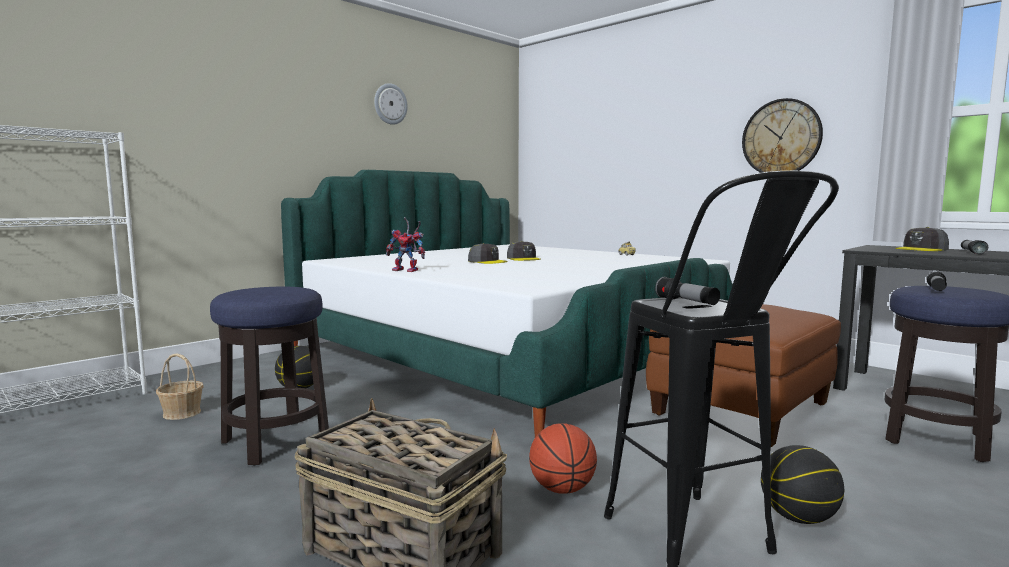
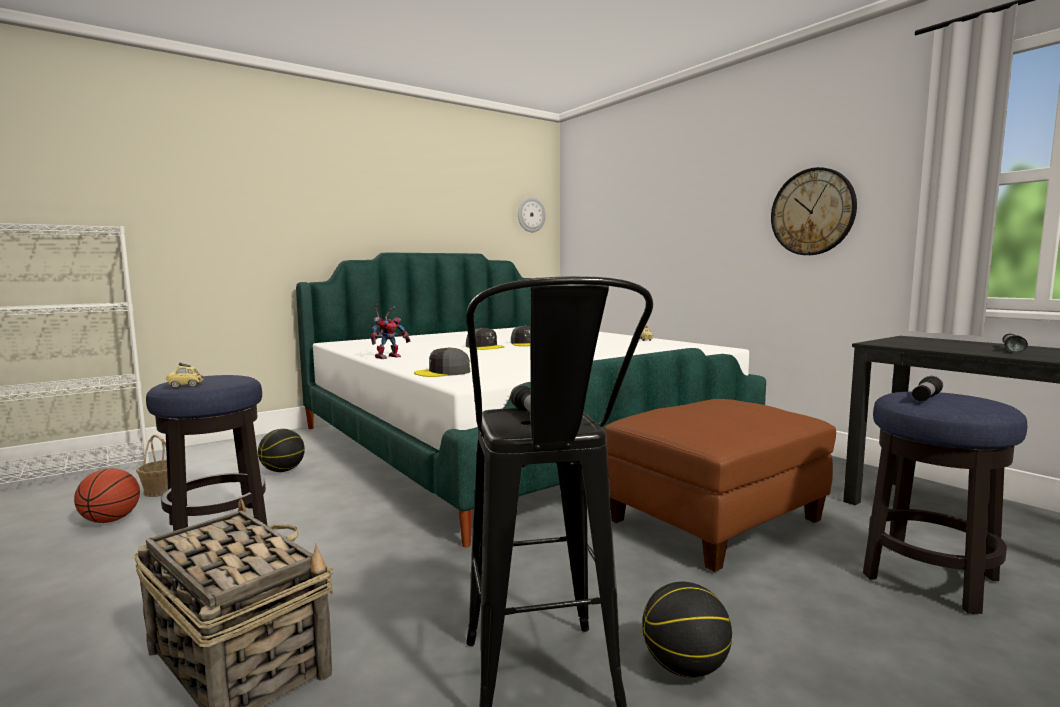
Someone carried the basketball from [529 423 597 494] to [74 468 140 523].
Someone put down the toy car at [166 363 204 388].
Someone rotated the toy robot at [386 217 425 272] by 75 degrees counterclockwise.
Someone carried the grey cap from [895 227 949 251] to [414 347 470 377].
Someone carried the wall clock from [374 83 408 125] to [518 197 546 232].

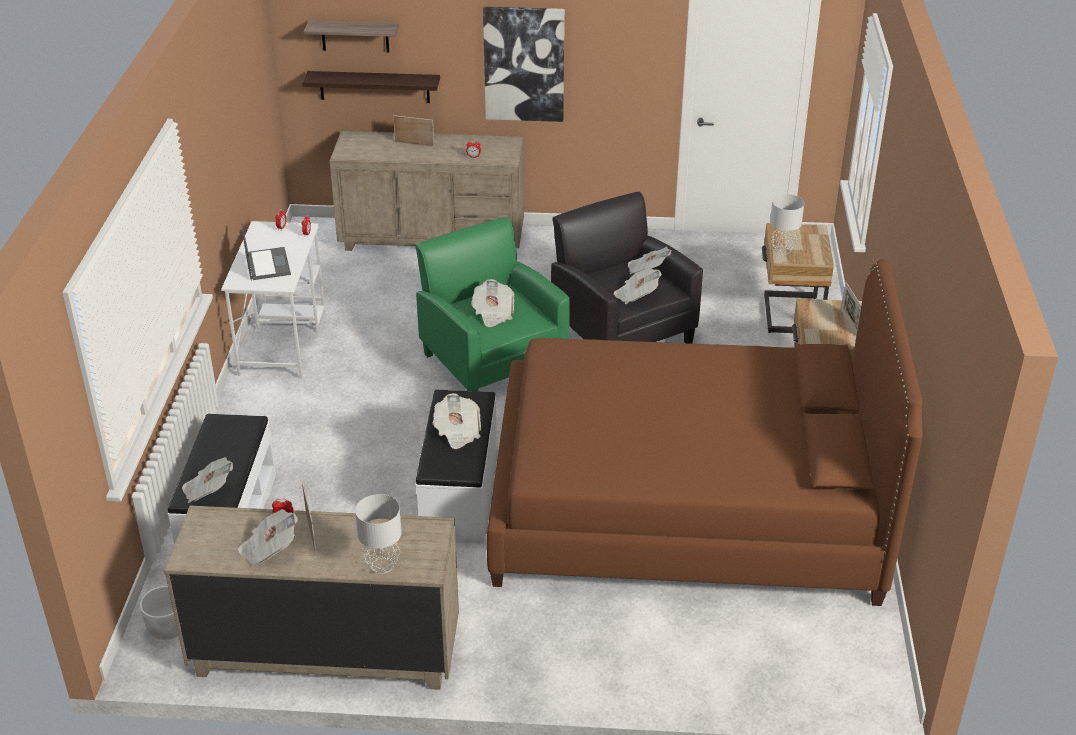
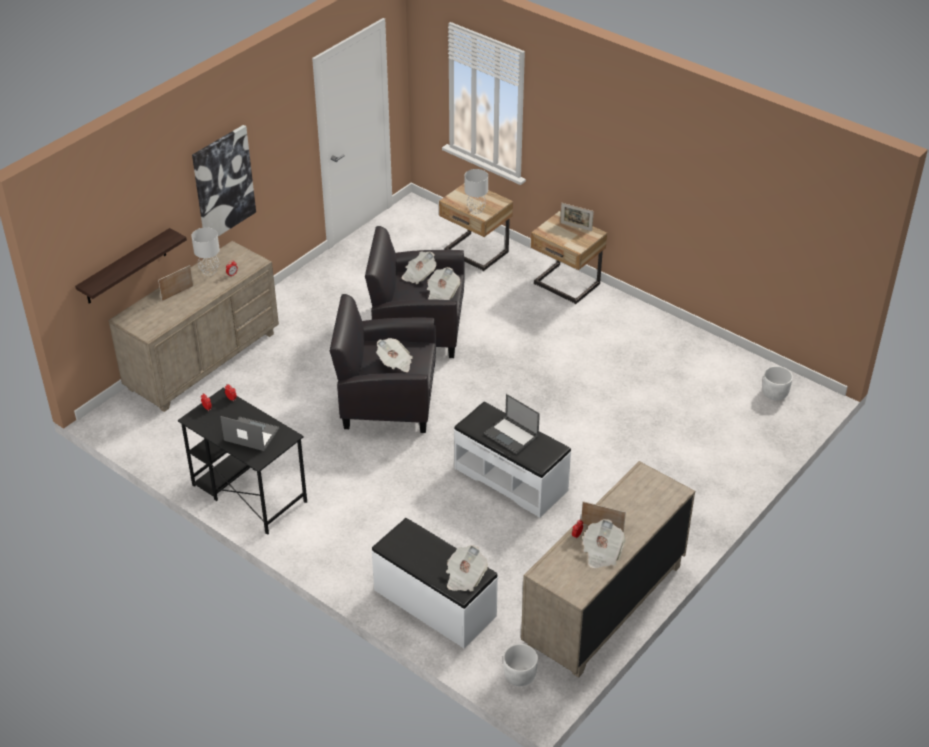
Someone repainted the white desk at [221 221 325 379], which became the black desk at [178 388 307 535].
Someone carried the grey table lamp from [355 494 402 574] to [191 227 220 275].
Someone repainted the green armchair at [415 217 569 391], which became the black armchair at [330 294 436 433].
Someone swapped the newspaper at [433 393 481 449] for the laptop at [484 394 540 454].
Someone put down the white planter at [763 366 793 400].
Someone took away the shelf at [304 21 399 53].
Someone took away the brown bed at [486 259 923 606].

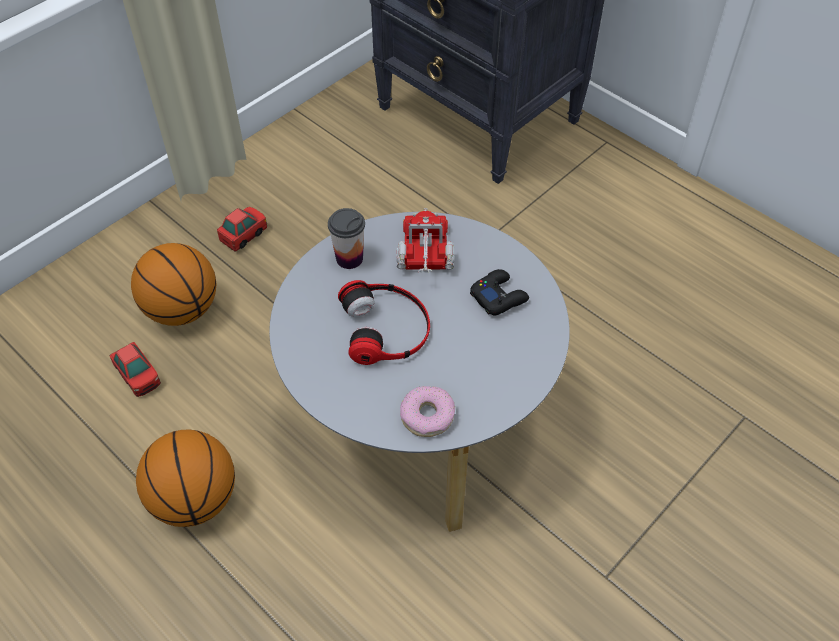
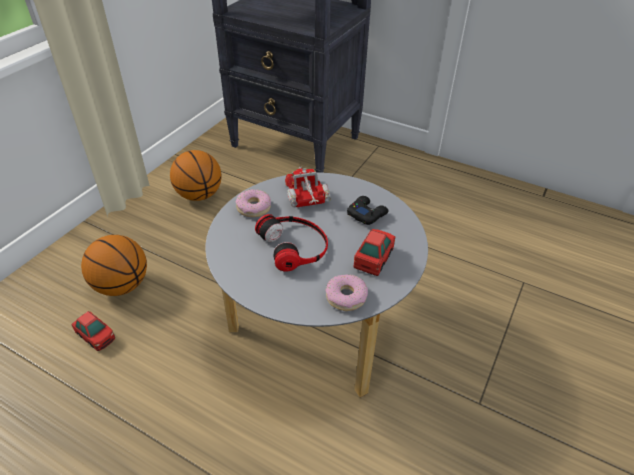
Someone carried the basketball from [136 429 235 527] to [170 150 222 201].
Someone swapped the cup at [328 208 365 269] for the donut at [236 189 271 217].
Someone carried the toy car from [217 207 267 252] to [354 229 395 276].

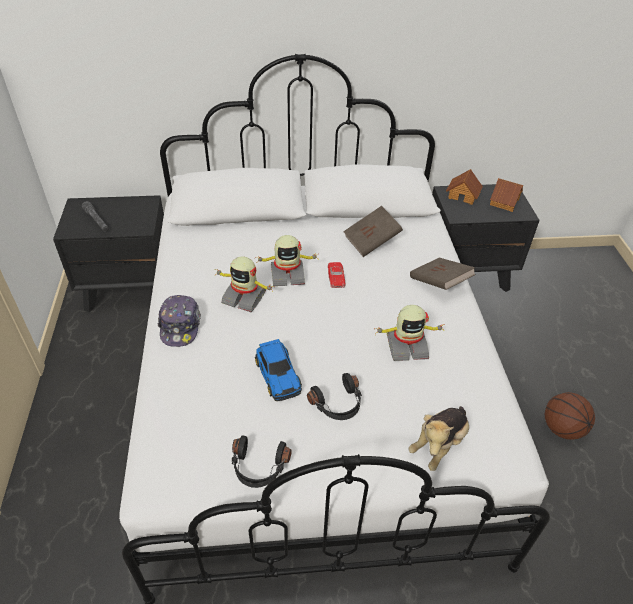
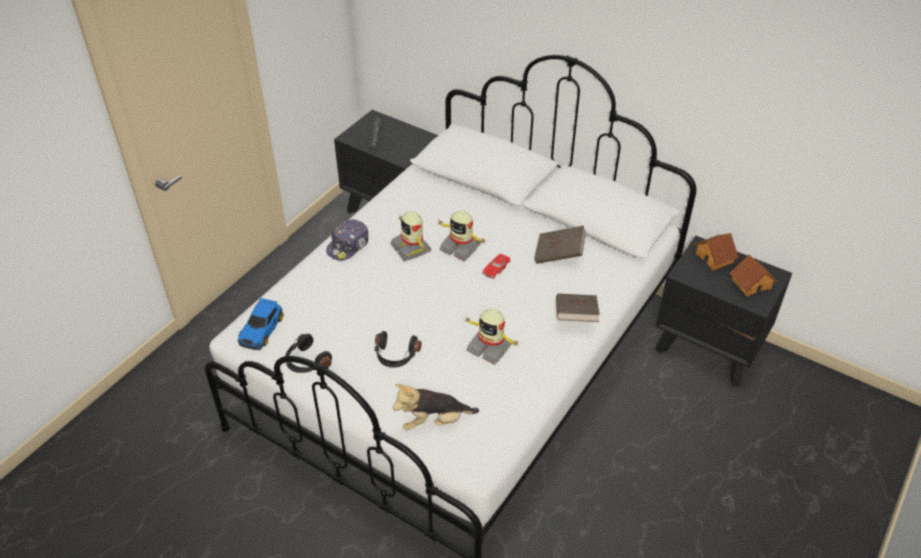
Someone carried the toy car from [255 339 302 401] to [238 298 284 350].
Someone took away the basketball at [545 392 595 440].

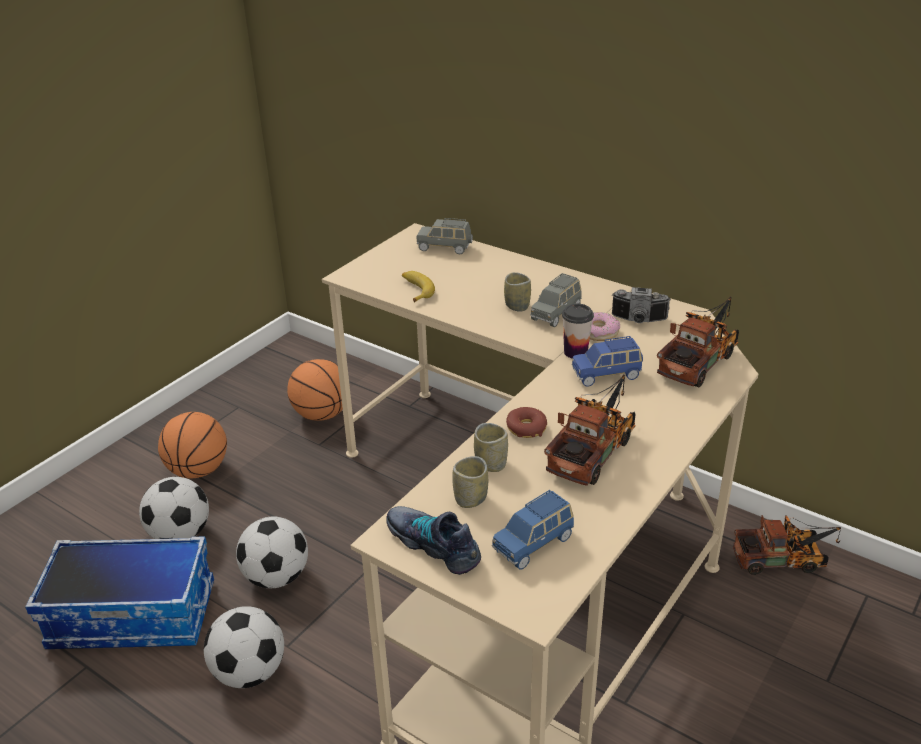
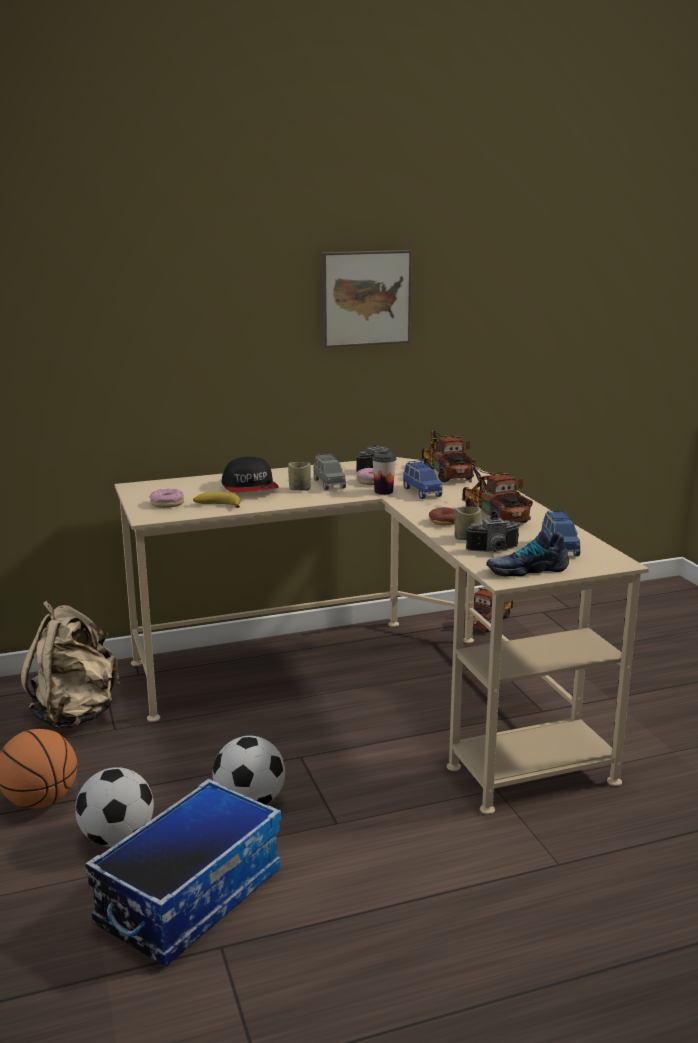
Someone swapped the basketball at [287 359 343 421] for the beige backpack at [20 600 120 728].
Someone put down the donut at [150 489 184 508].
Someone put down the cap at [222 456 279 493].
Someone put up the picture at [321 250 412 347].
Someone rotated the blue toy car at [572 336 643 387] by 45 degrees counterclockwise.
Someone swapped the cup at [452 456 488 508] for the photo camera at [466 518 520 552].
Someone took away the football at [204 606 284 688].
Someone took away the grey toy car at [417 218 473 254].

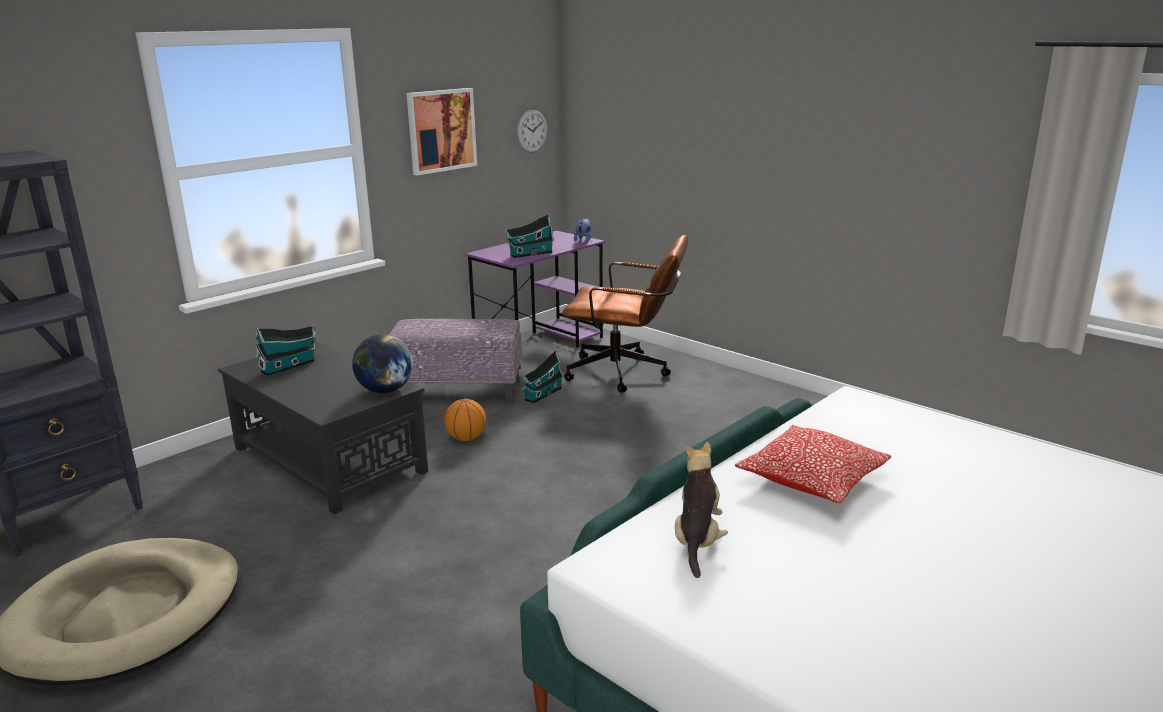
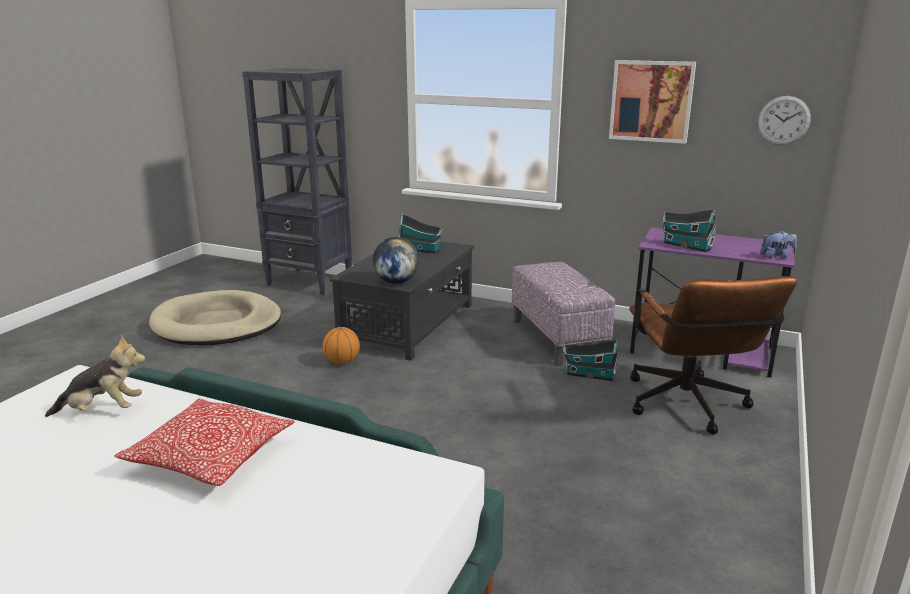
Someone carried the basketball from [444 399 486 441] to [323 327 360 364].

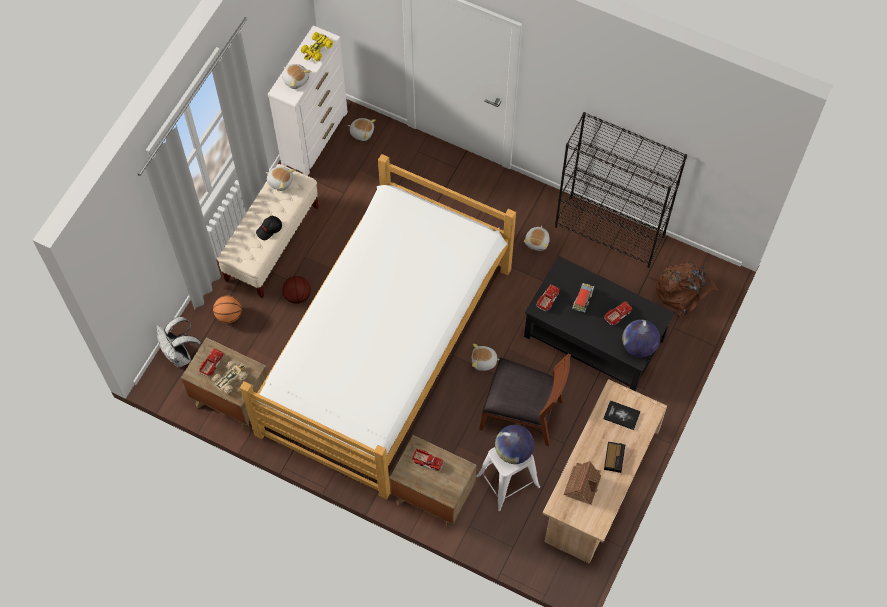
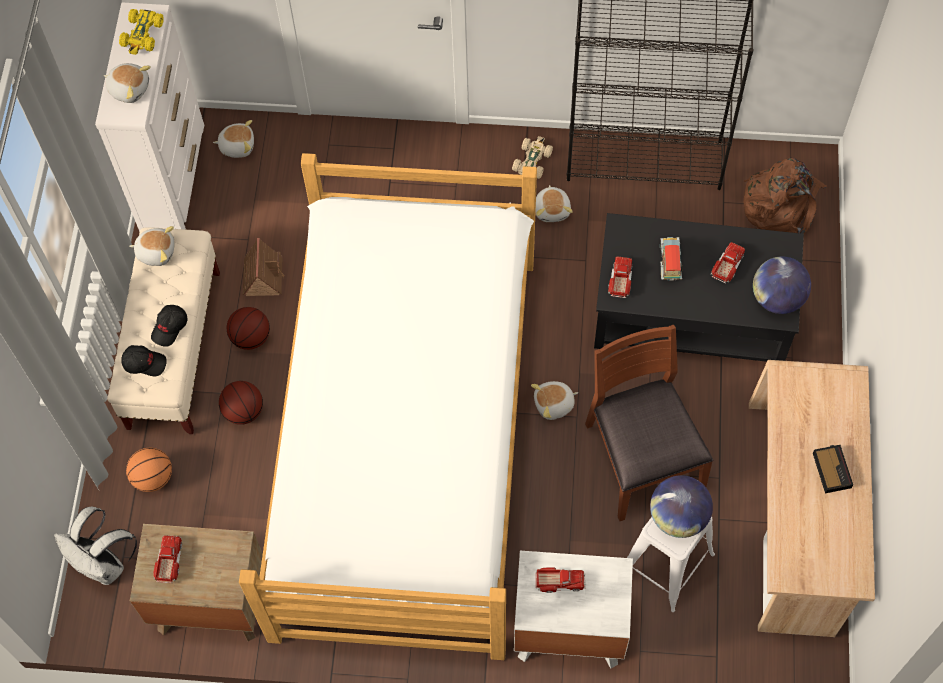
Someone put down the black cap at [121 345 167 376].
Someone put down the basketball at [227 307 270 350].
Someone carried the toy house from [564 461 601 504] to [243 238 284 296].
Someone carried the beige toy car from [212 361 247 394] to [512 136 553 179].
Someone repainted the brown nightstand at [389 435 476 529], which became the white nightstand at [514 551 633 668].
Someone rotated the brown chair at [479 354 571 446] by 105 degrees counterclockwise.
Someone took away the book at [603 400 641 430].

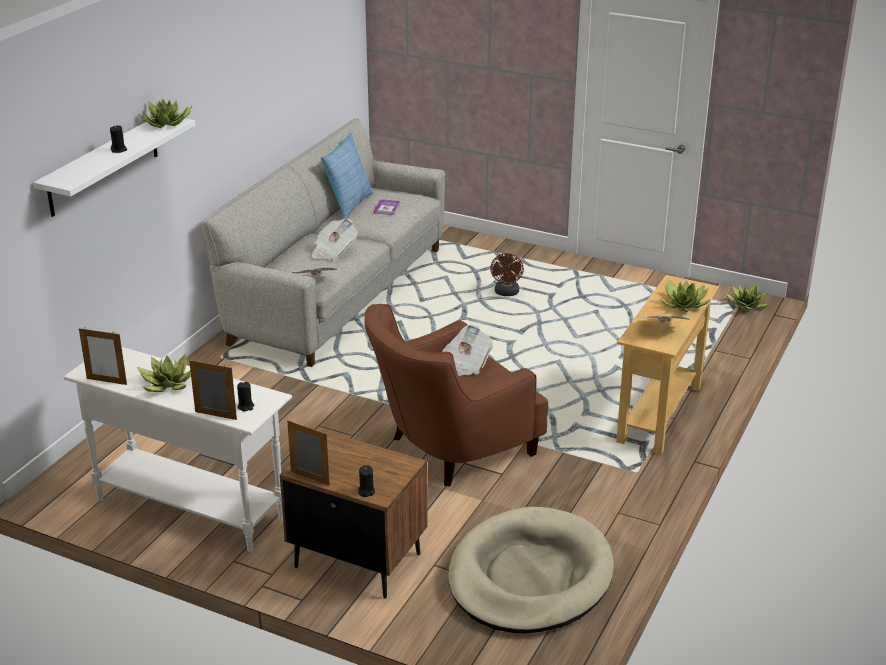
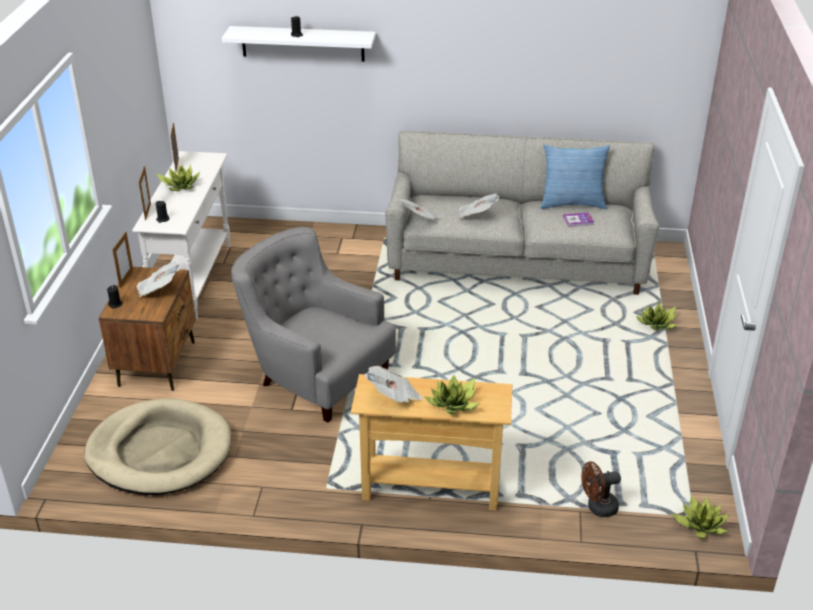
Someone carried the newspaper from [442 325 493 376] to [137 261 180 297].
Someone repainted the brown armchair at [365 304 548 487], which became the grey armchair at [231 227 396 423].
Someone carried the brown fan from [490 253 524 296] to [581 462 621 517].
Someone carried the potted plant from [138 99 193 128] to [636 303 679 330].

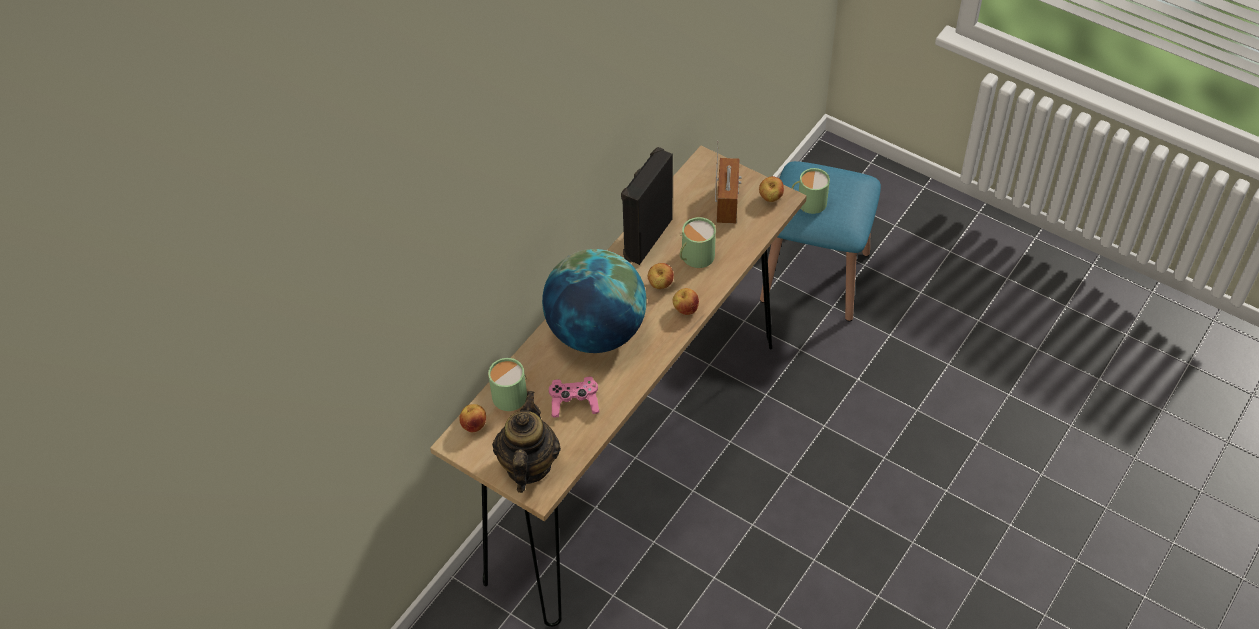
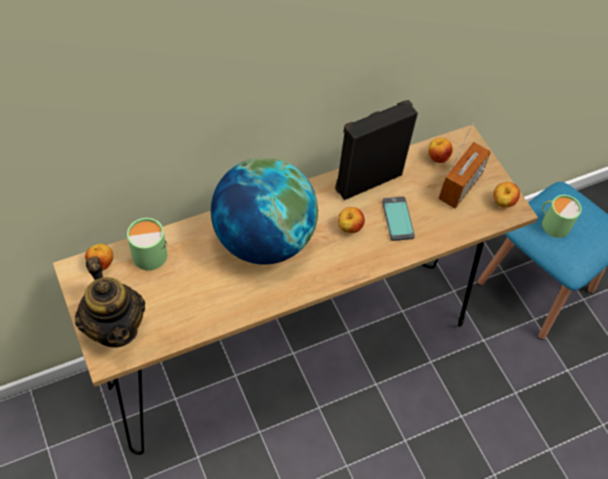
Someone rotated the teapot at [492 391 561 493] by 120 degrees clockwise.
Someone swapped the green mug at [680 217 716 268] for the phone at [382 196 415 241].
Someone carried the apple from [673 288 699 315] to [428 138 453 163].
Someone took away the pink game controller at [549 377 600 417].

